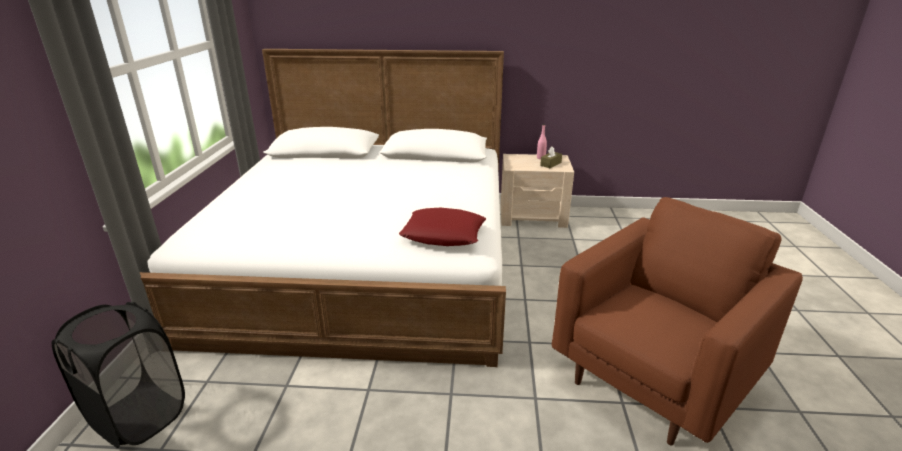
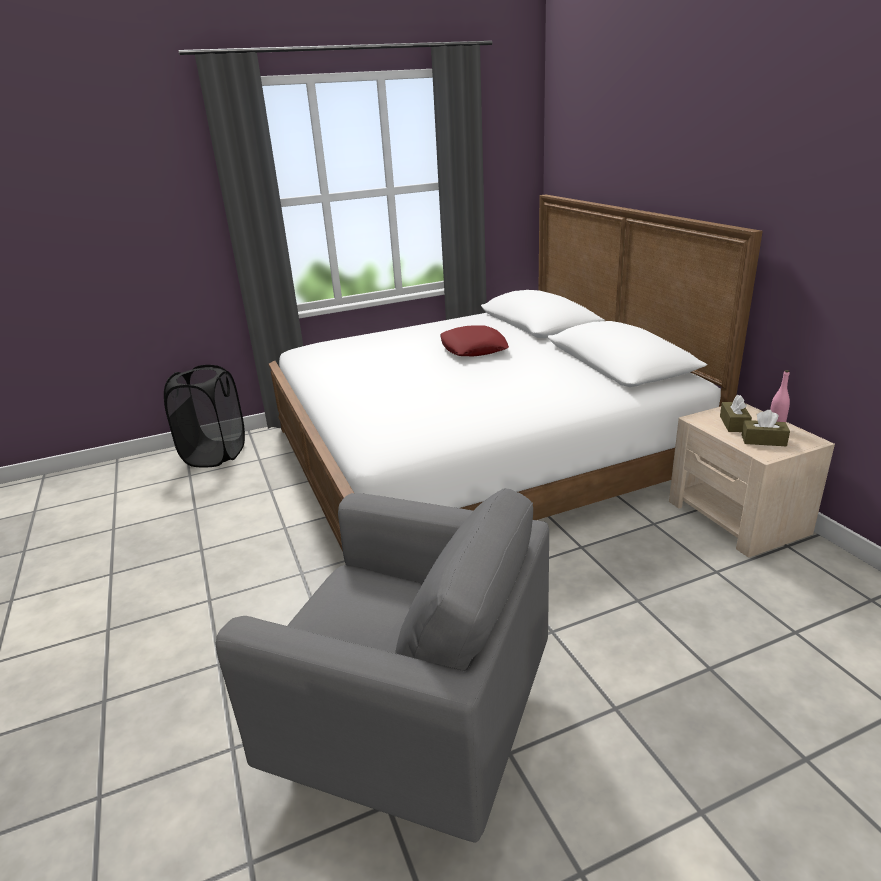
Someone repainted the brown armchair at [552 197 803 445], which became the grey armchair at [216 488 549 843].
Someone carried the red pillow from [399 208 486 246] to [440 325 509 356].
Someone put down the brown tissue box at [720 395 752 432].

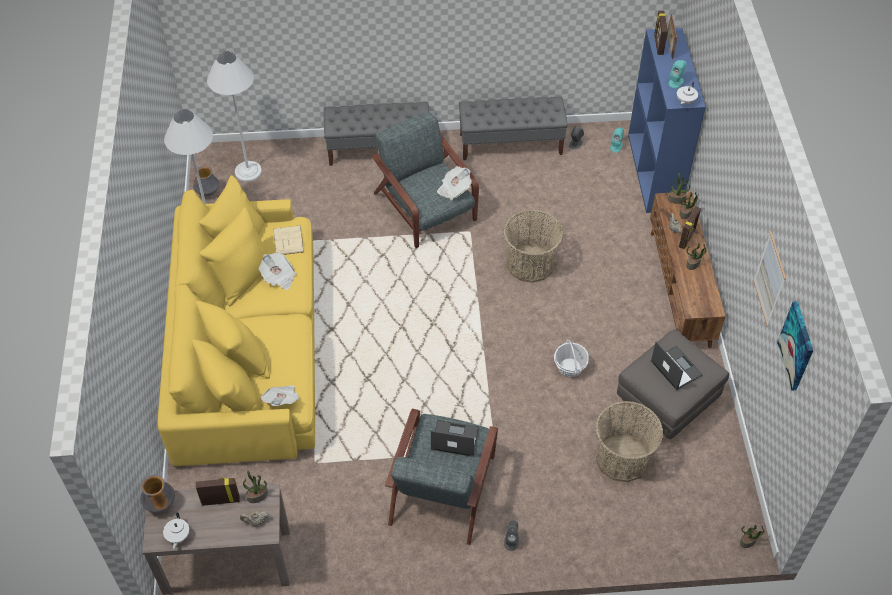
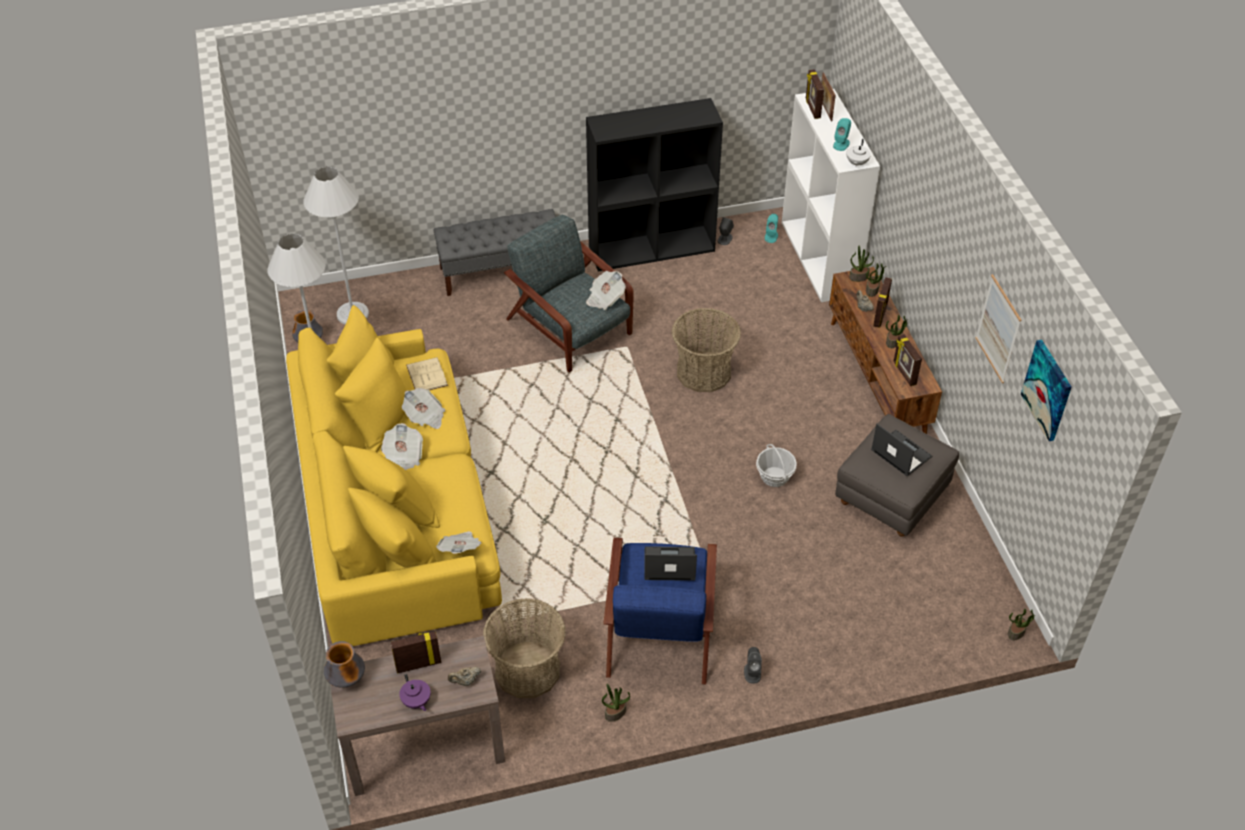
Someone put down the newspaper at [381 423 423 470].
Someone put down the purple teapot at [399 674 431 711].
Someone carried the basket from [595 401 664 482] to [483 599 566 698].
Someone swapped the grey bench at [459 97 568 160] for the black bookcase at [586 98 723 272].
Someone carried the potted plant from [243 470 268 503] to [602 684 630 722].
Someone repainted the grey armchair at [385 409 498 545], which became the blue armchair at [603 538 717 684].
Someone repainted the blue bookcase at [628 28 706 213], which became the white bookcase at [782 89 880 302].
Someone put down the picture frame at [893 334 922 386].
Someone took away the white teapot at [163 512 189 549].

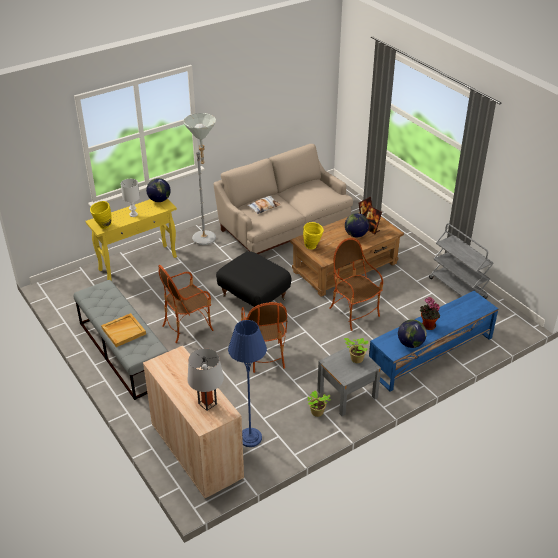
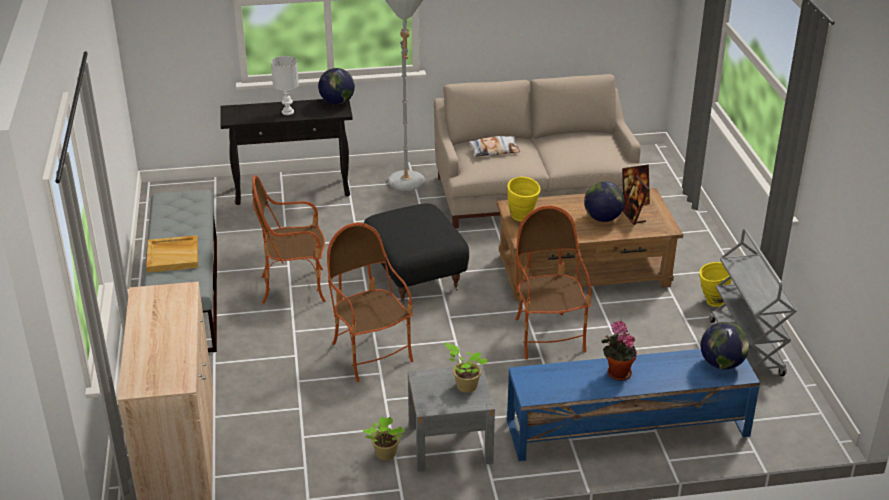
Someone repainted the yellow console table at [85 199 177 281], which became the black console table at [220 99 353 205].
Someone rotated the armchair at [241 302 287 373] by 135 degrees clockwise.
Someone carried the yellow vase from [90 201 112 229] to [699 262 732 307].
Someone carried the globe from [398 319 427 348] to [701 322 749 370].
Someone took away the grey table lamp at [187 349 224 411].
Someone took away the blue floor lamp at [228 320 267 447].

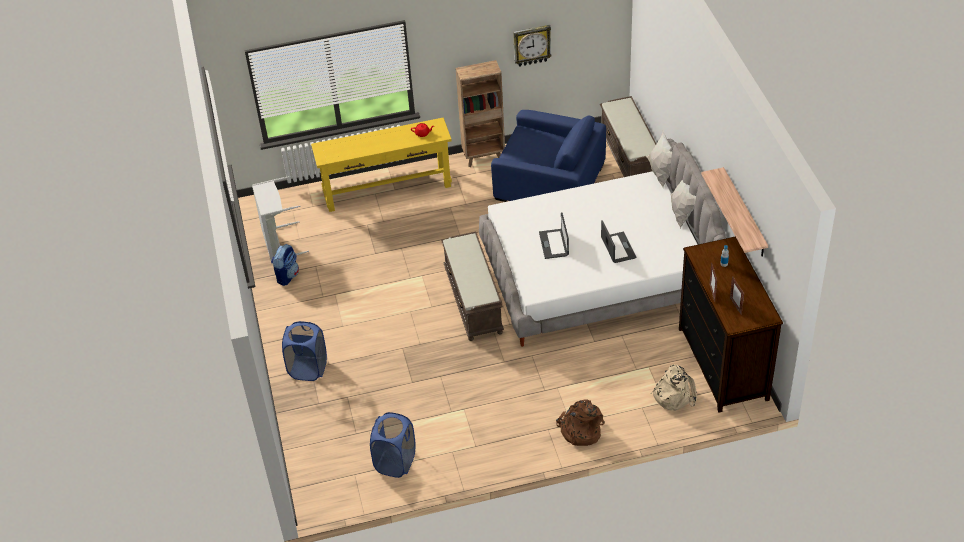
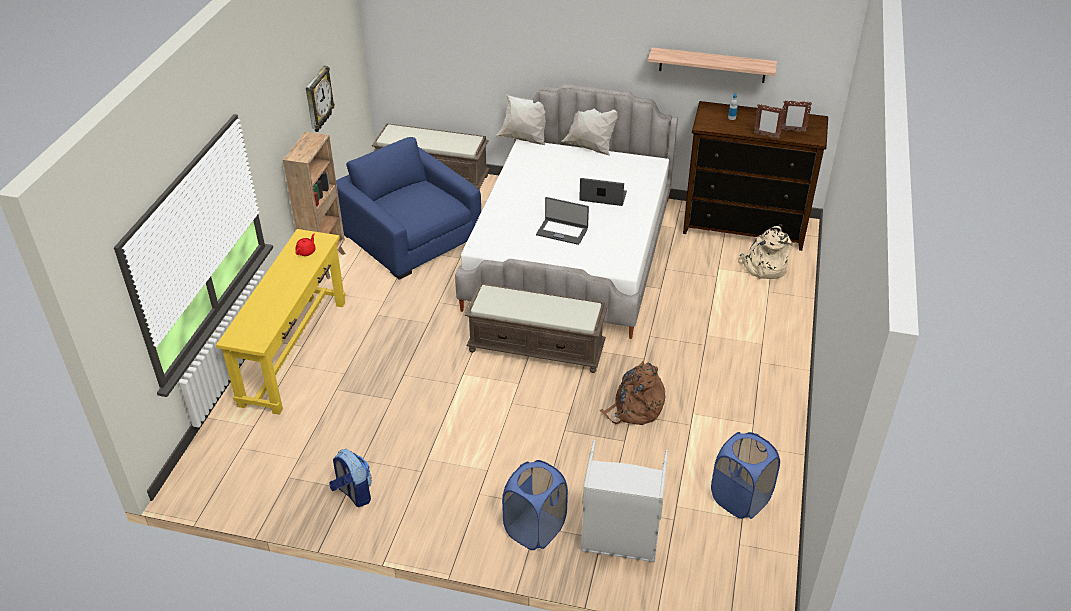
Someone rotated the blue armchair at [491 110 606 202] by 90 degrees counterclockwise.
Someone carried the grey laundry basket from [252 176 309 260] to [581 440 668 563].
Someone carried the brown backpack from [556 400 605 446] to [600 361 666 425].

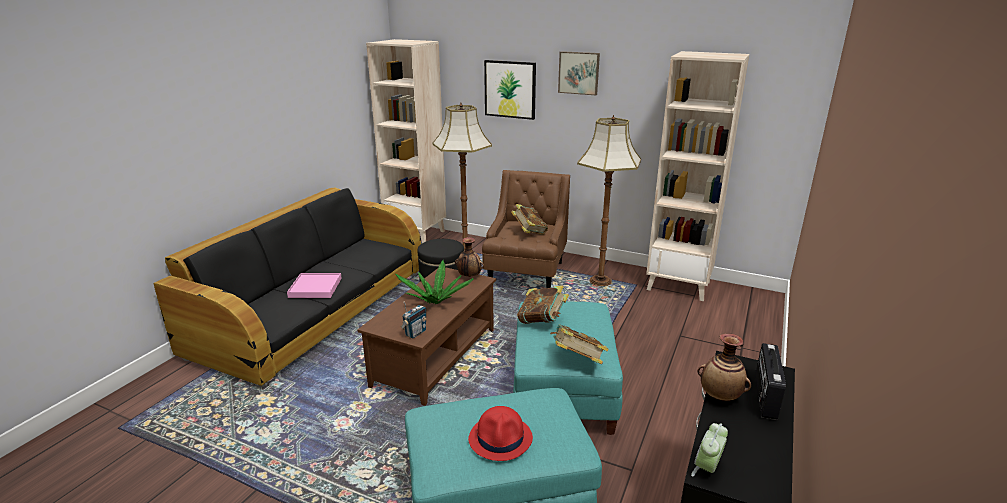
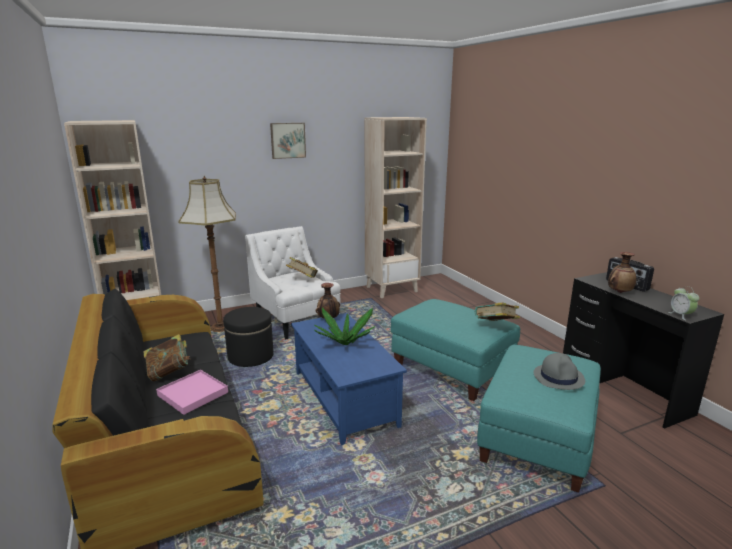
Someone carried the book from [517 285 569 324] to [143 334 191 381].
Someone repainted the brown armchair at [482 170 570 288], which became the white armchair at [245 226 341 339].
Someone repainted the brown coffee table at [357 267 496 406], which became the blue coffee table at [291 313 407 445].
Someone repainted the red hat at [468 406 533 461], which became the grey hat at [533 353 585 390].
Someone took away the radio at [401 302 426 338].
Someone took away the picture at [484 60 536 120].
Someone took away the floor lamp at [577 115 641 286].

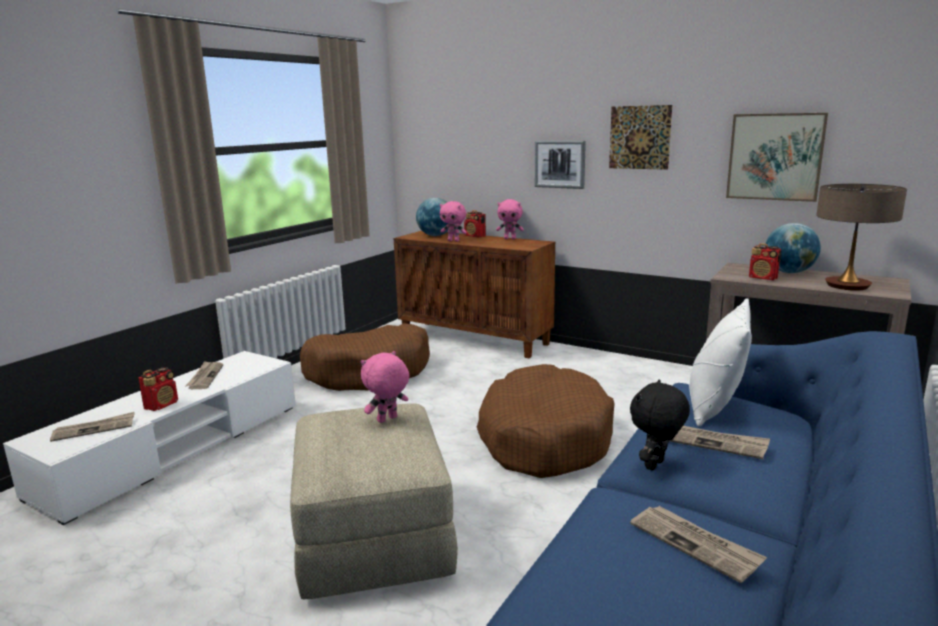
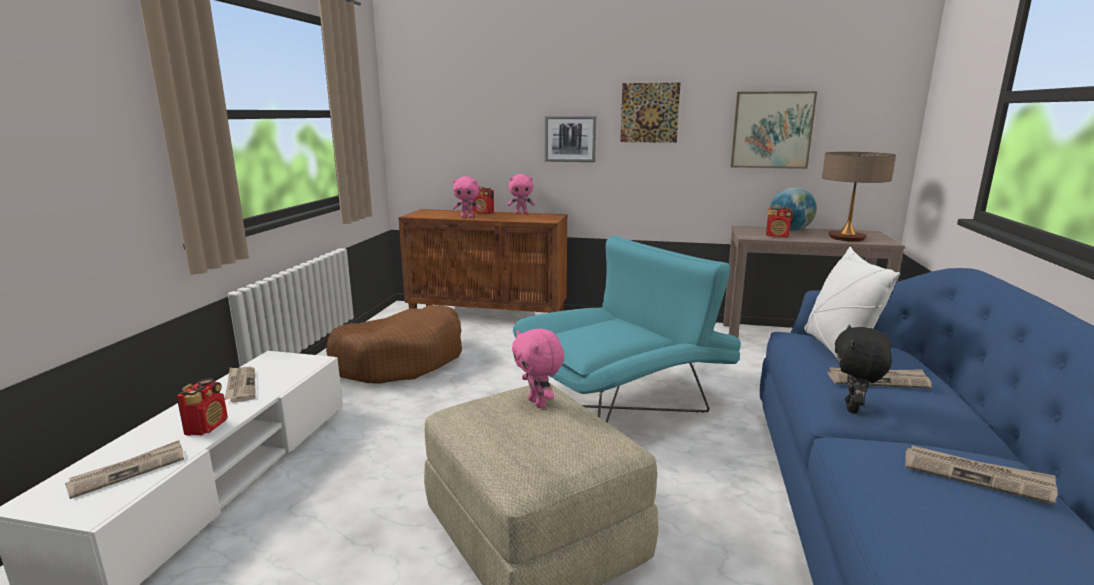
Someone rotated the pink plush toy at [361 351 409 423] by 60 degrees counterclockwise.
Someone swapped the brown dog bed at [477 364 615 478] for the turquoise armchair at [513 236 741 423].
Someone took away the globe at [416 198 448 236].

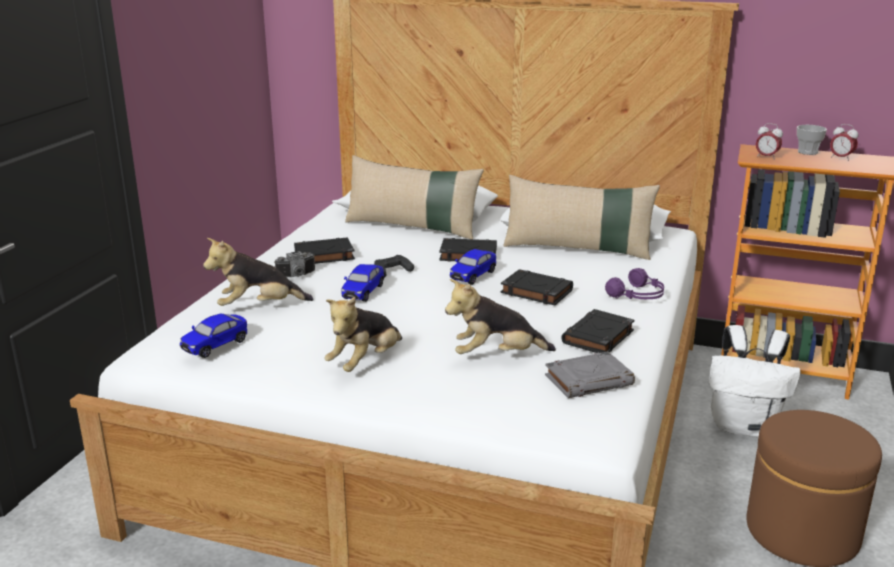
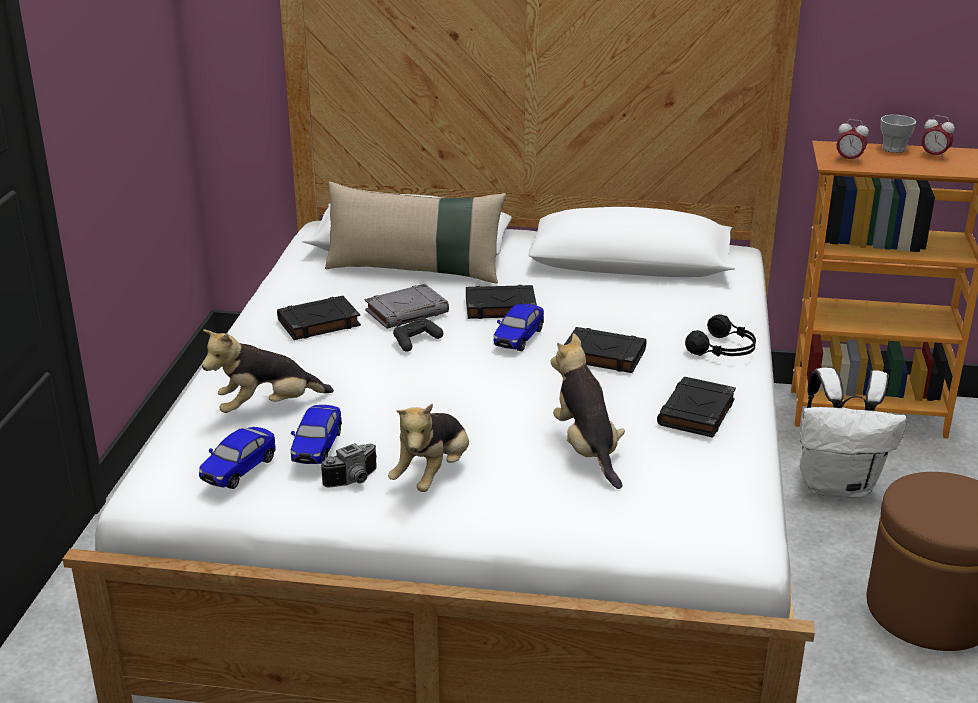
Someone carried the toy car from [342 264 384 302] to [291 405 342 464].
Someone carried the photo camera from [274 251 315 277] to [321 443 377 488].
Someone carried the grey book from [545 351 635 398] to [365 284 449 329].
Someone rotated the plush toy at [445 279 556 354] by 90 degrees clockwise.
Someone repainted the purple headphones at [605 268 664 299], which became the black headphones at [685 314 756 357].
Someone took away the beige pillow at [503 175 660 260].

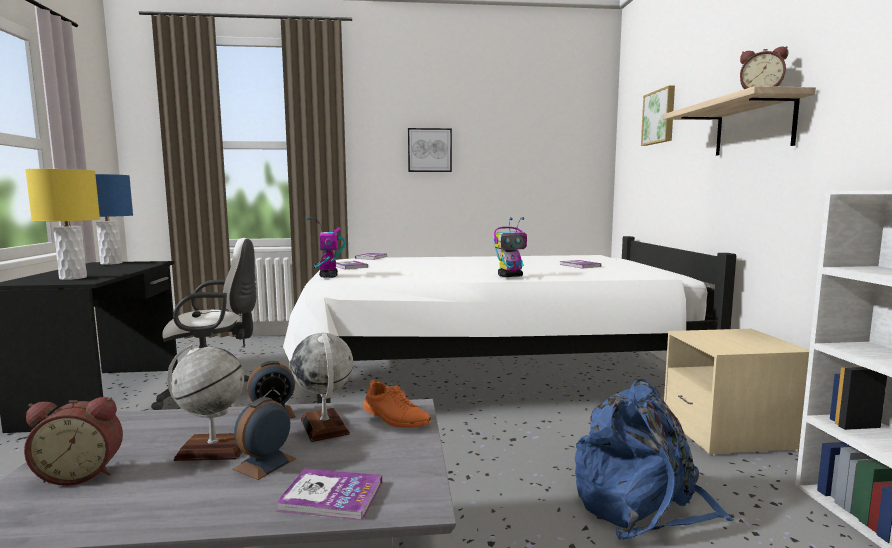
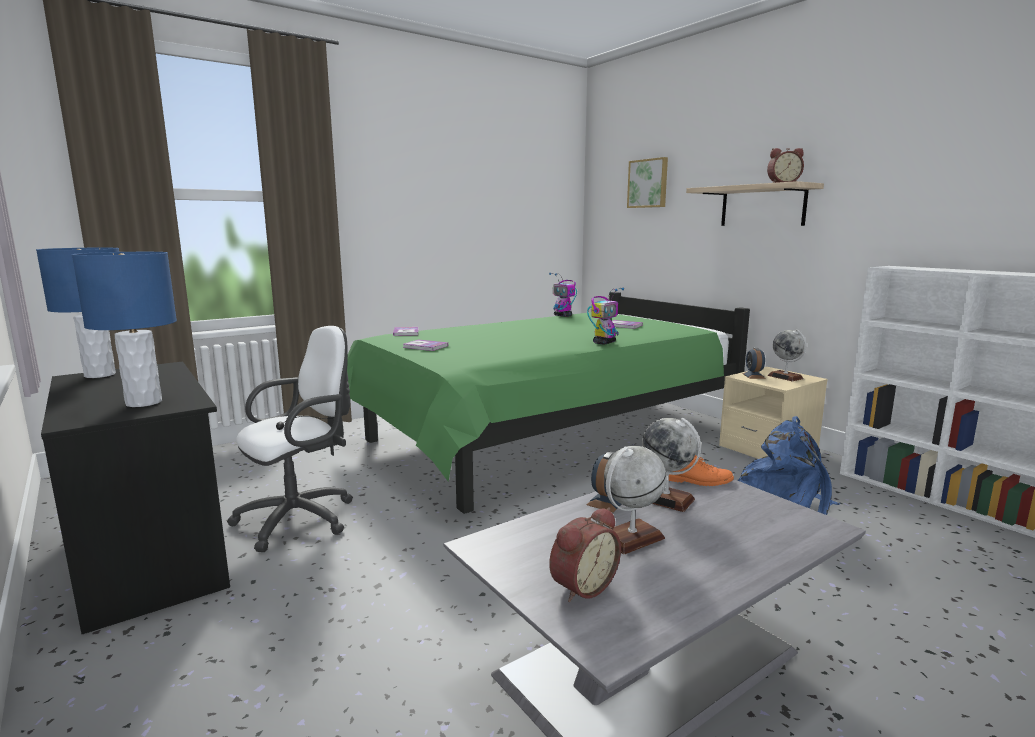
Someone repainted the yellow table lamp at [25 169 100 280], which became the blue table lamp at [72 252 177 407].
Someone repainted the white bed at [283 236 736 403], which became the green bed at [347 292 750 514].
Someone carried the toy robot from [306 217 346 278] to [549 273 577 317].
Someone carried the alarm clock from [233 397 296 480] to [742 348 766 379].
Someone put down the globe at [768 329 806 381].
Someone took away the book at [276 468 382 520].
Someone took away the picture at [408 128 452 172].

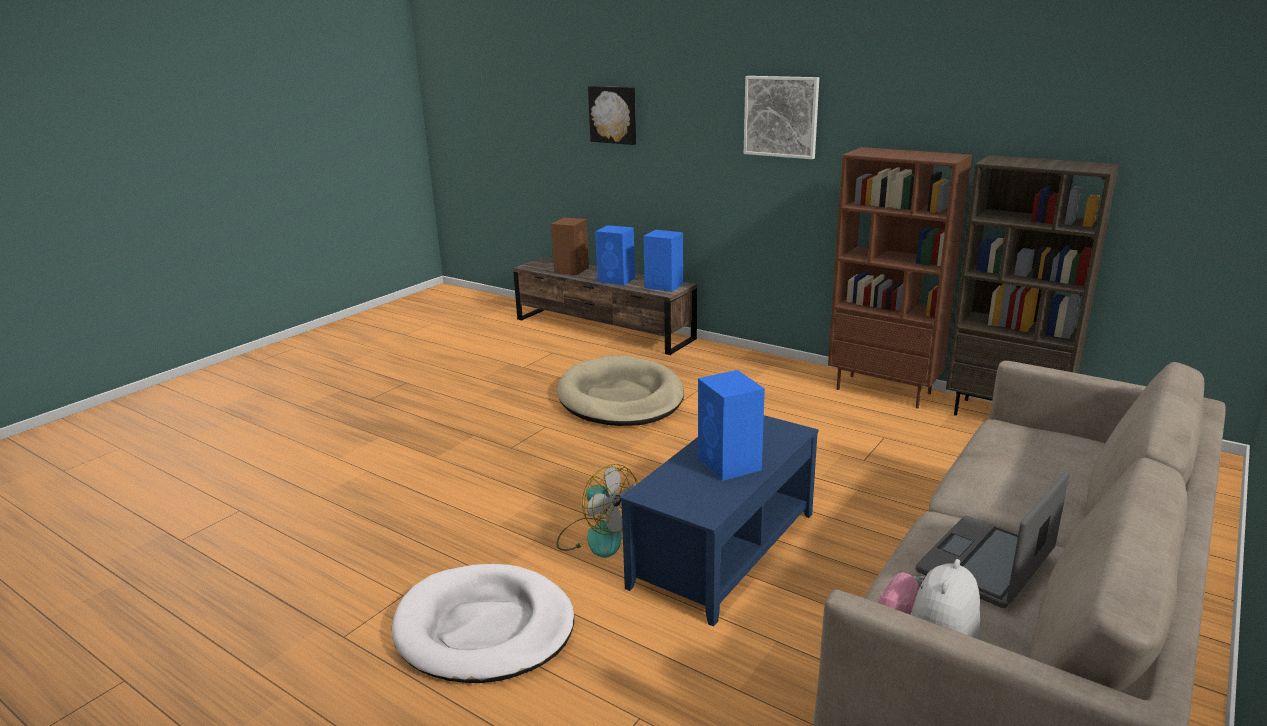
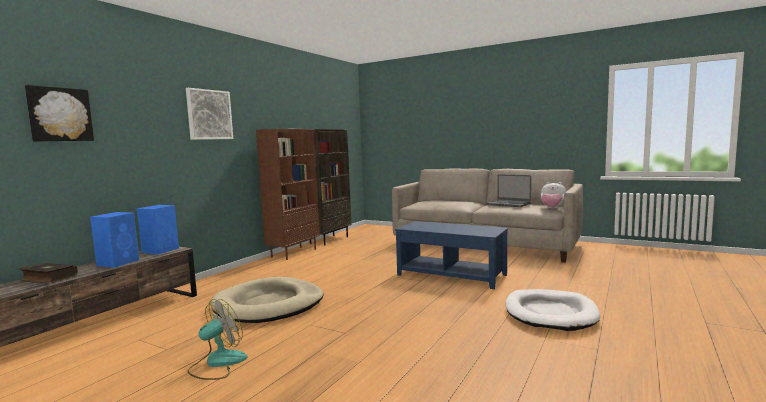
Someone swapped the brown speaker at [551 217 589 275] for the book at [19 263 78 284].
Someone carried the fan from [556 464 638 558] to [187 299 247 380].
Someone took away the blue speaker at [698 370 765 481].

